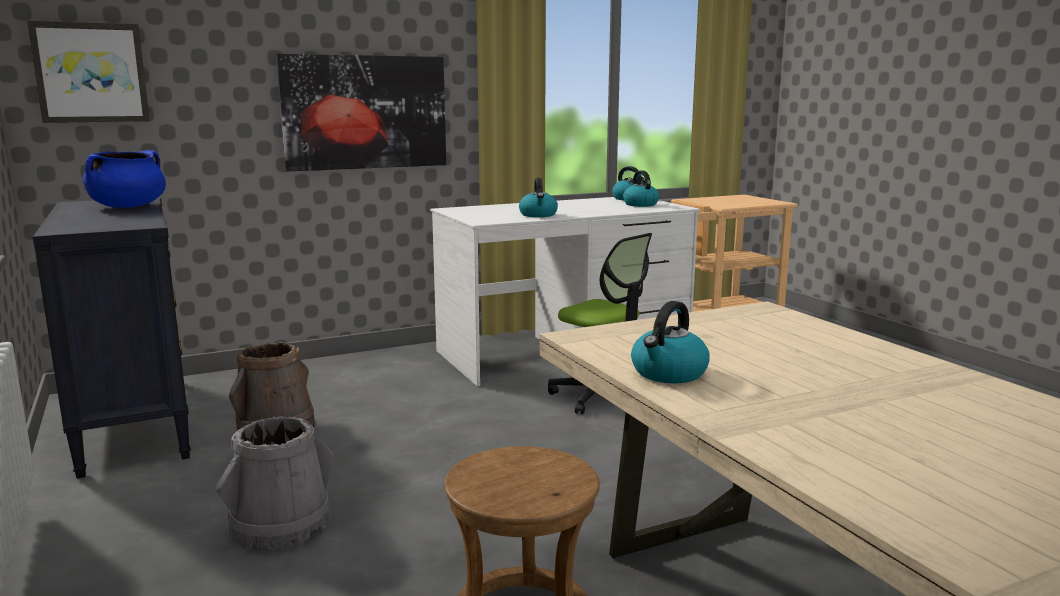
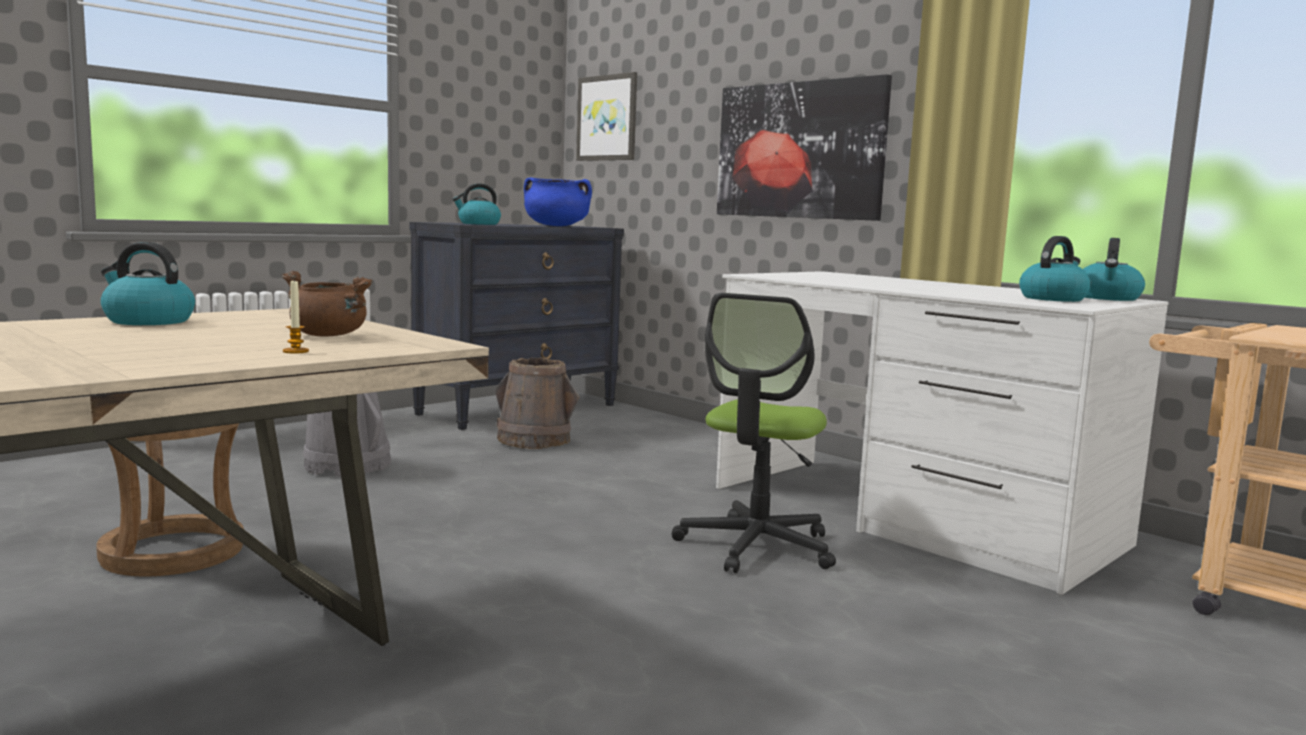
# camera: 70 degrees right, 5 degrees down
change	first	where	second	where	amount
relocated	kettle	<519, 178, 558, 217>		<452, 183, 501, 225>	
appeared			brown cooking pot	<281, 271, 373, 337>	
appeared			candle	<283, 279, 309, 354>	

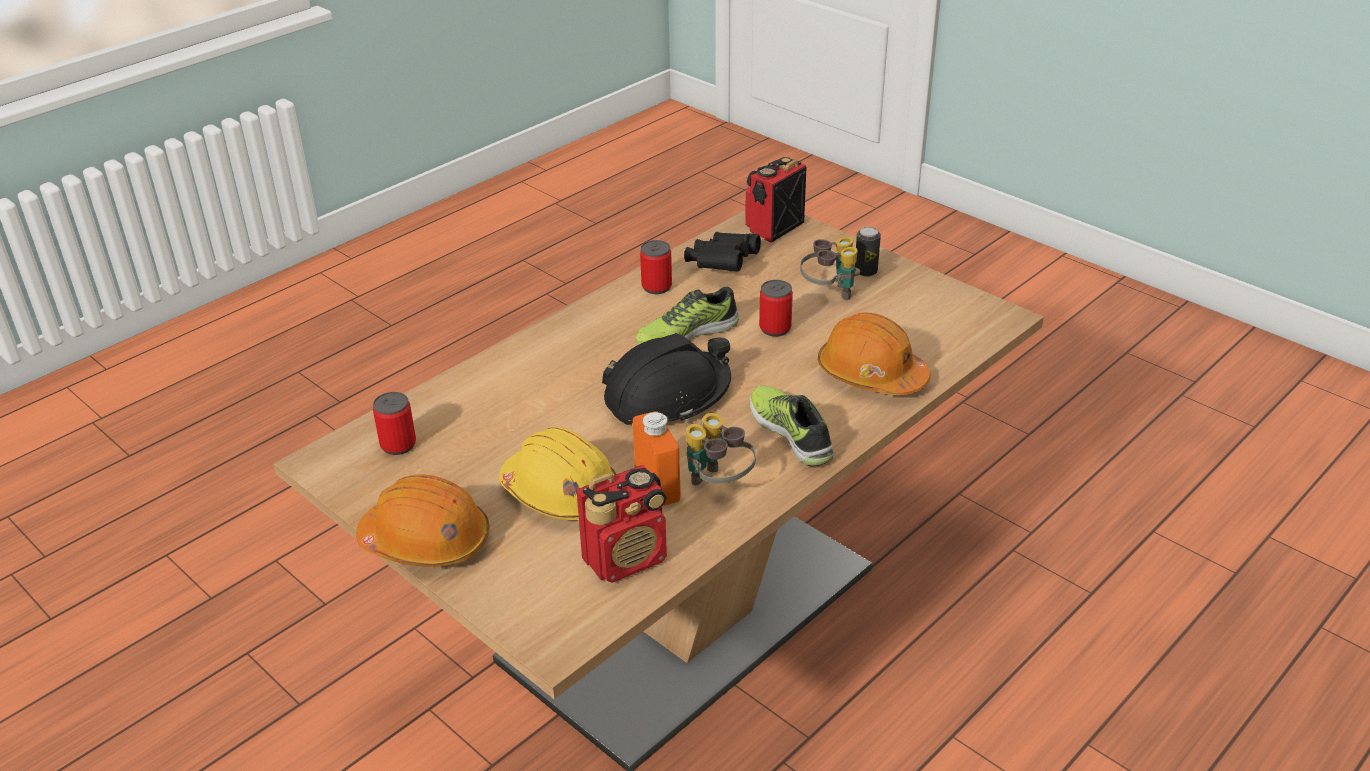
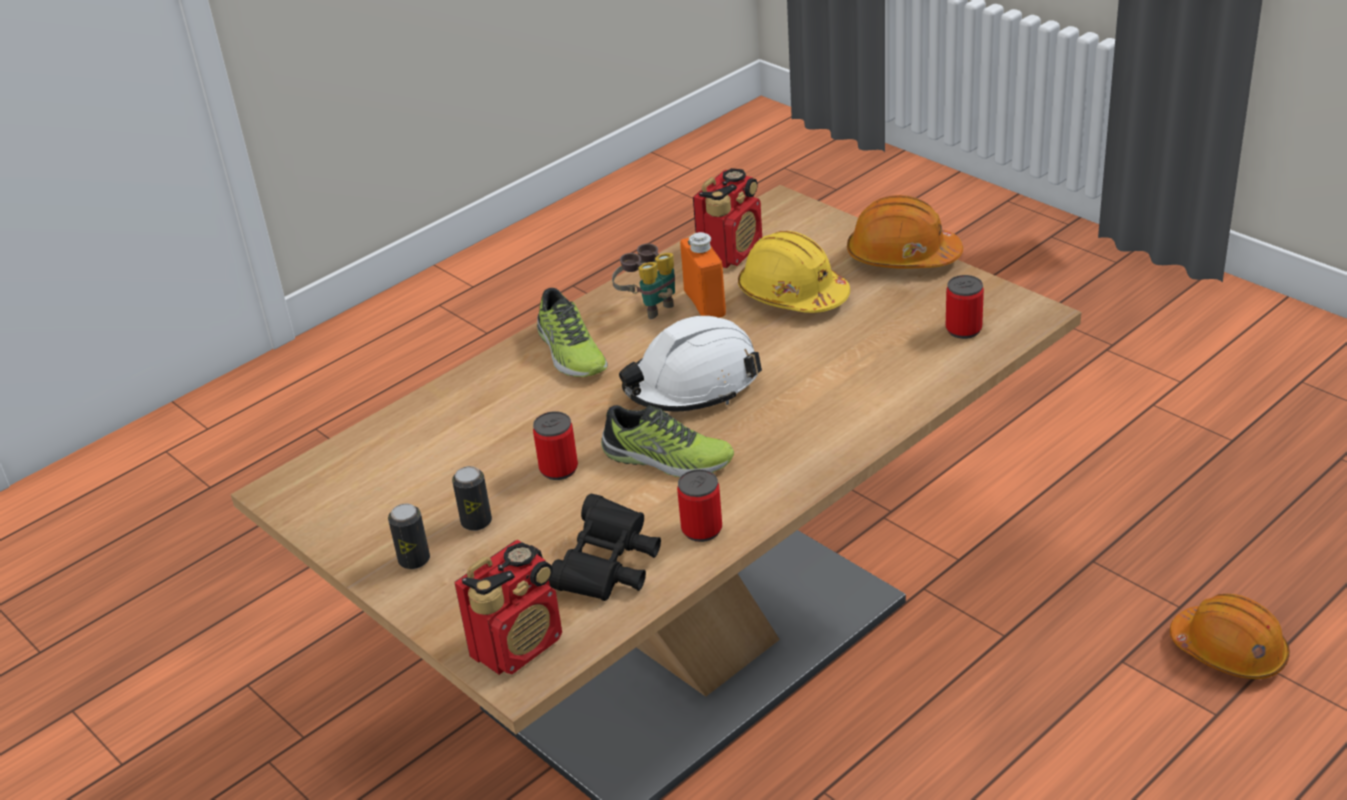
# camera: 175 degrees left, 0 degrees up
change	first	where	second	where	amount
spun	radio	<577, 465, 667, 583>		<693, 168, 762, 268>	150 degrees clockwise
colour	black hard hat	<602, 333, 731, 425>	white hard hat	<619, 316, 762, 411>	
spun	shoe	<636, 287, 739, 344>		<601, 405, 734, 477>	45 degrees clockwise
exchanged	binoculars	<800, 237, 860, 300>	can	<452, 466, 492, 531>	
relocated	orange hard hat	<818, 313, 931, 395>		<1170, 594, 1290, 679>	

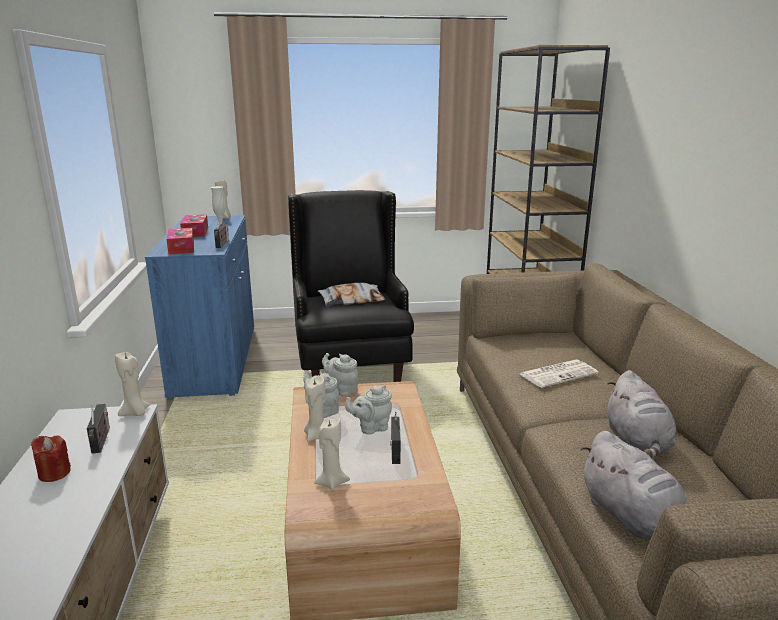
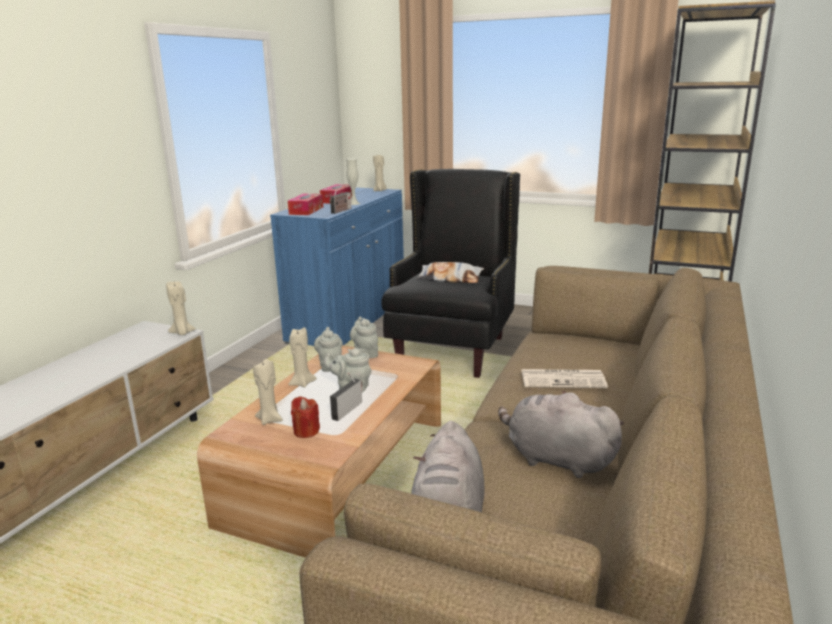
# camera: 30 degrees right, 0 degrees up
change	first	where	second	where	amount
relocated	red candle	<31, 435, 71, 482>		<291, 396, 320, 438>	
missing	radio	<87, 404, 110, 454>			
spun	grey plush toy	<608, 370, 676, 458>		<498, 390, 624, 478>	90 degrees clockwise

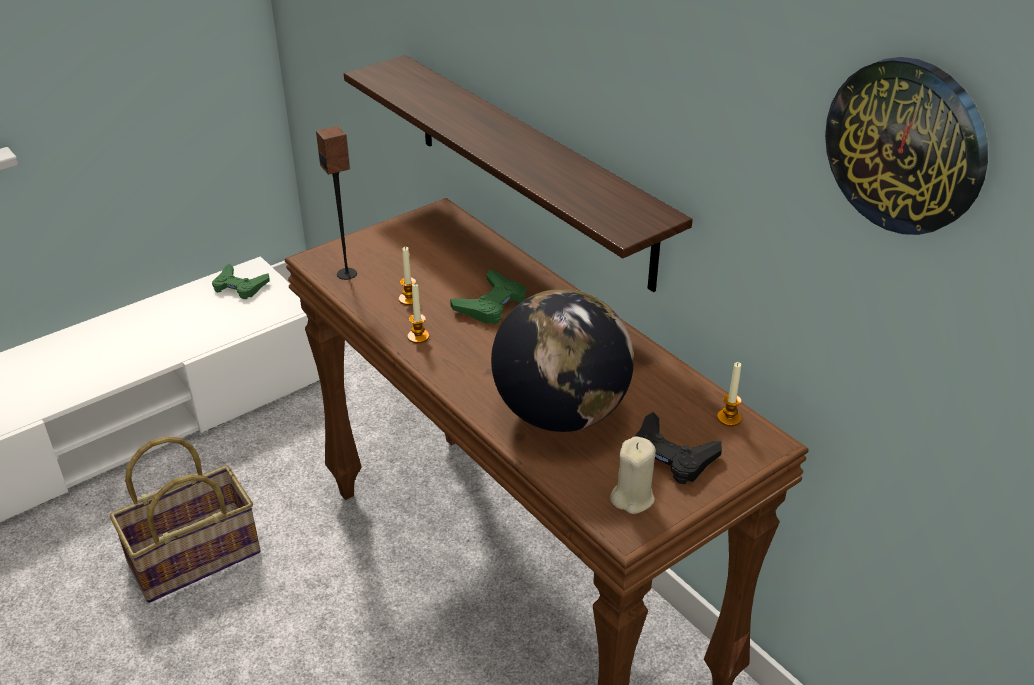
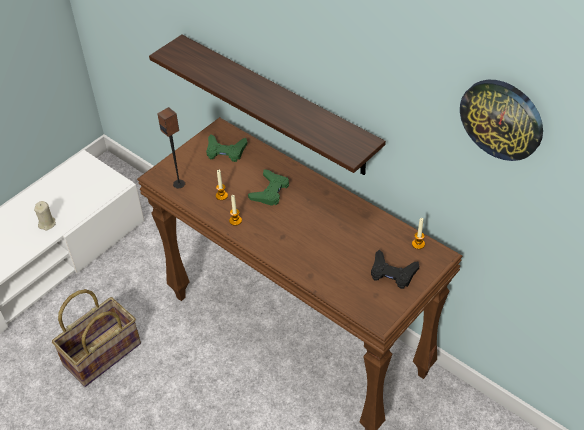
# camera: 10 degrees left, 10 degrees up
change	first	where	second	where	amount
relocated	green game controller	<212, 264, 269, 299>		<206, 134, 248, 162>	
missing	globe	<491, 289, 634, 432>			
relocated	beige candle	<610, 436, 656, 514>		<34, 201, 56, 230>	

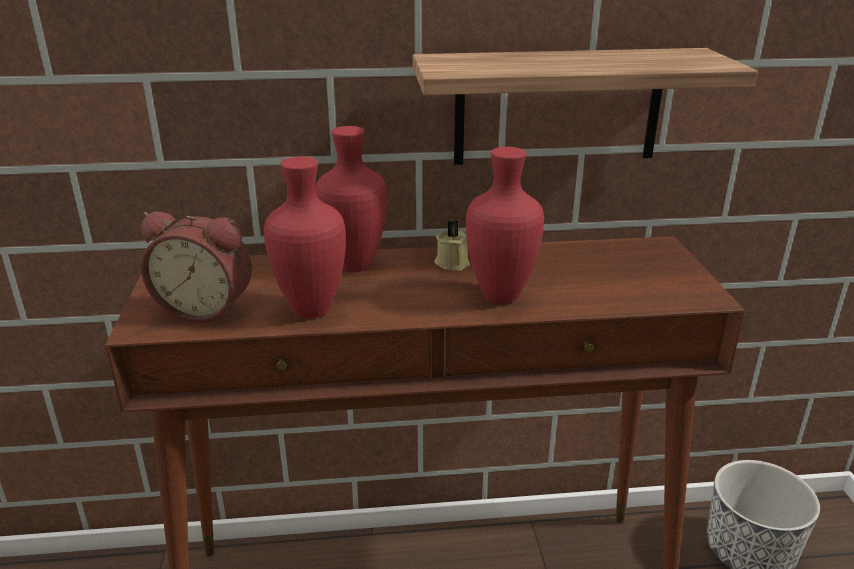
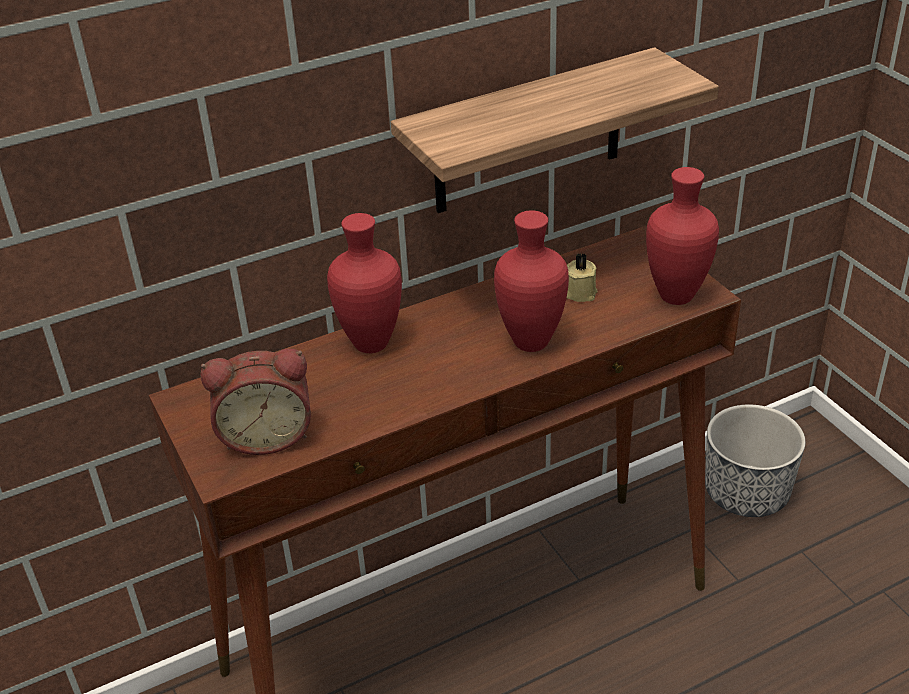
# camera: 20 degrees left, 10 degrees up
change	first	where	second	where	amount
relocated	red vase	<264, 156, 346, 318>		<646, 167, 719, 305>	
relocated	beige candle	<435, 220, 470, 271>		<567, 253, 598, 302>	

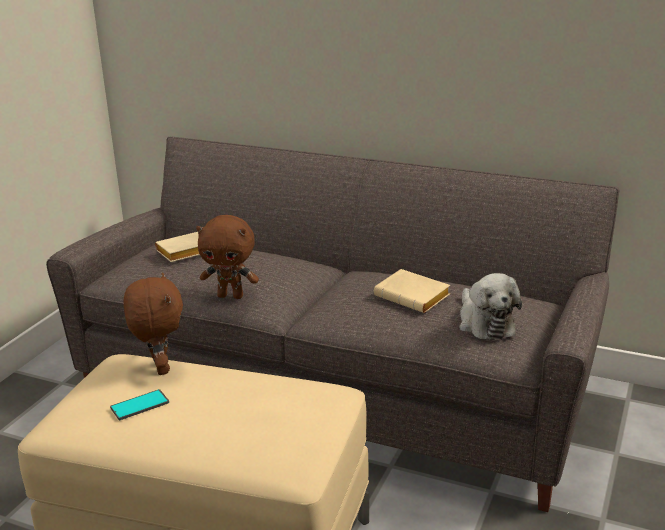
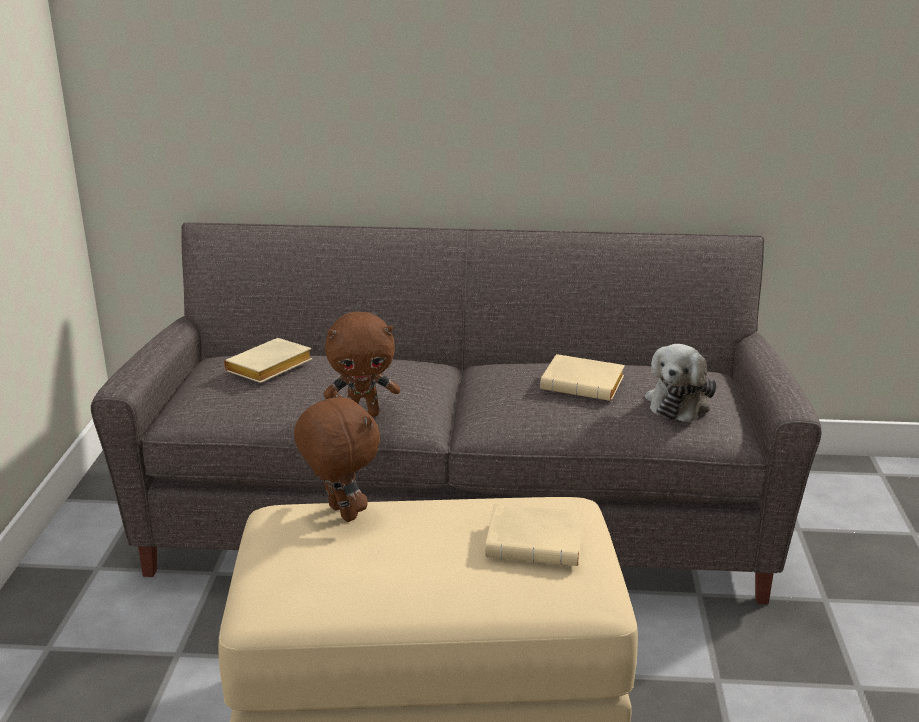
# camera: 20 degrees left, 0 degrees up
change	first	where	second	where	amount
missing	phone	<110, 389, 169, 420>			
spun	plush toy	<459, 273, 522, 341>		<645, 344, 717, 423>	60 degrees clockwise
appeared			beige book	<485, 504, 583, 566>	

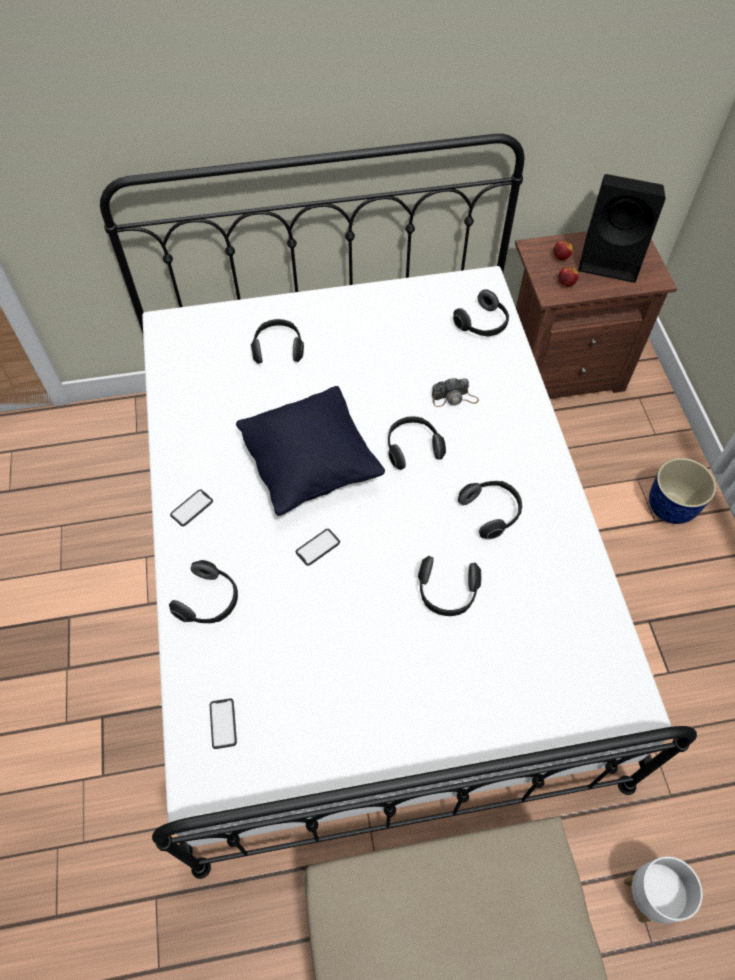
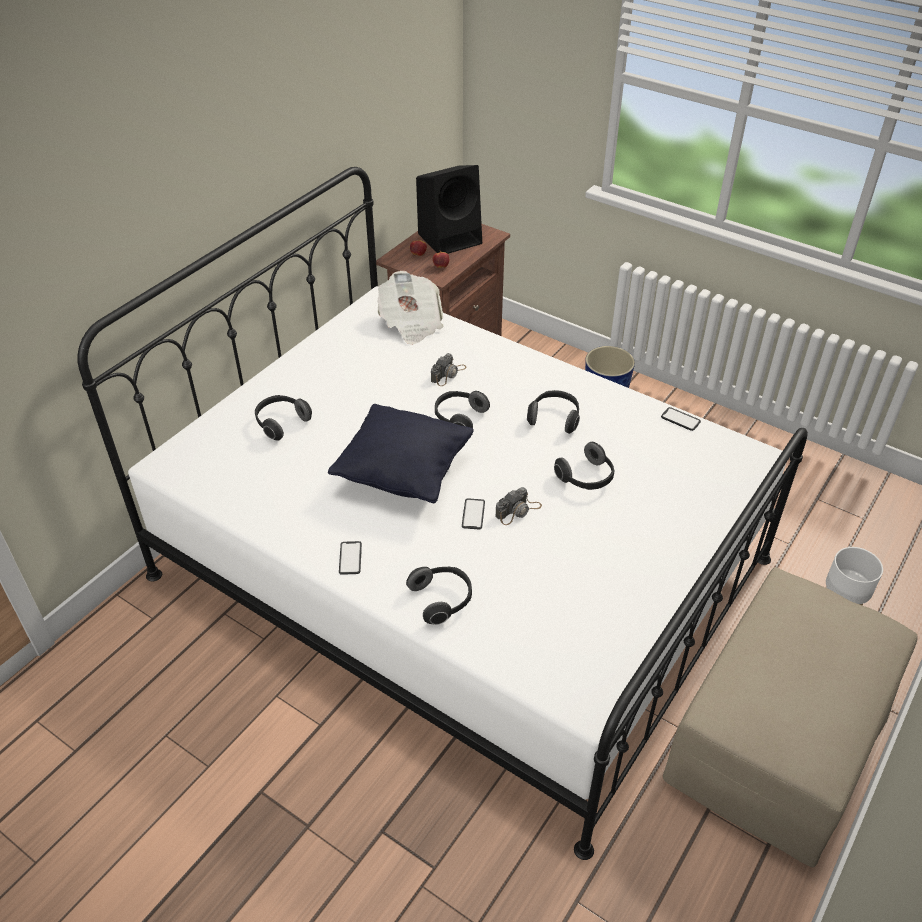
# camera: 45 degrees left, 15 degrees down
change	first	where	second	where	amount
relocated	phone	<210, 698, 237, 749>		<661, 407, 701, 431>	
exchanged	headphones	<453, 289, 509, 337>	newspaper	<377, 271, 443, 345>	
appeared			photo camera	<495, 487, 542, 525>	

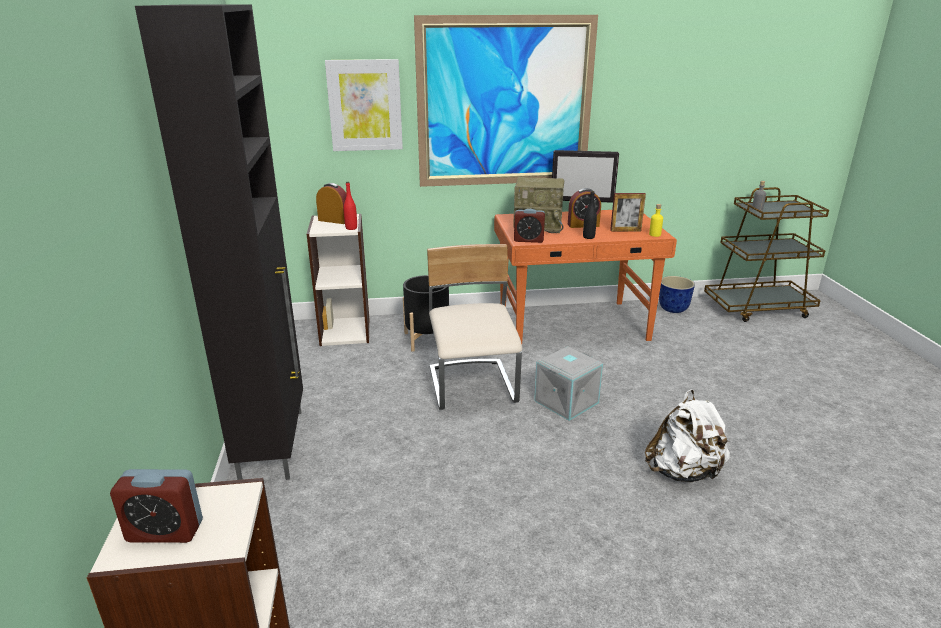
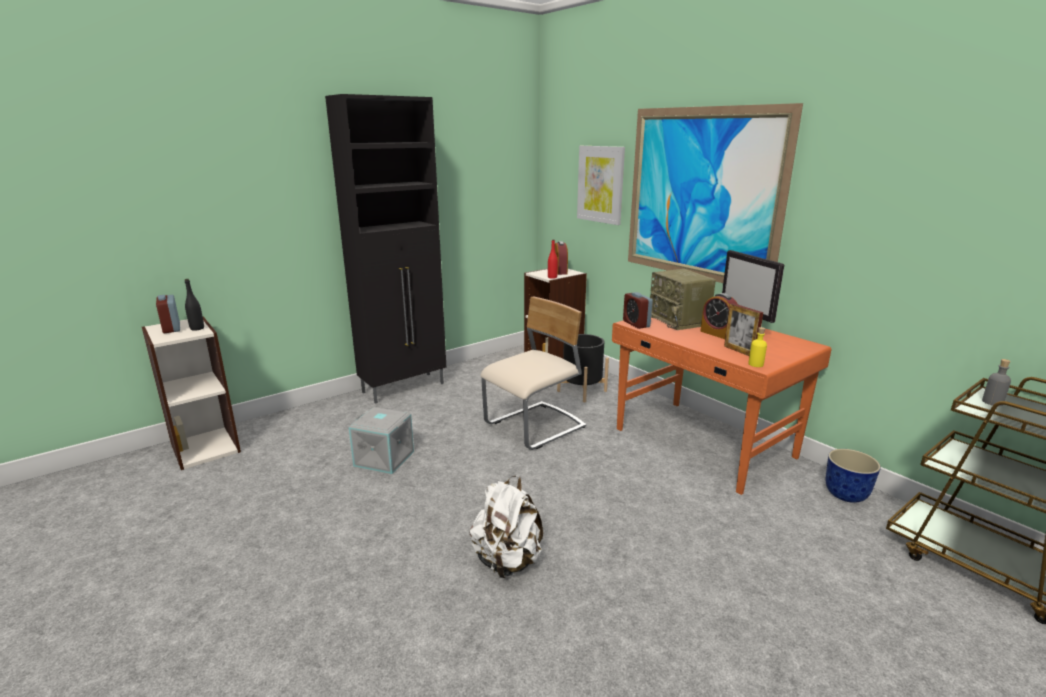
# camera: 60 degrees right, 5 degrees down
change	first	where	second	where	amount
relocated	grey storage box	<534, 346, 603, 421>		<349, 407, 414, 474>	
relocated	black bottle	<583, 191, 597, 239>		<185, 279, 204, 331>	

